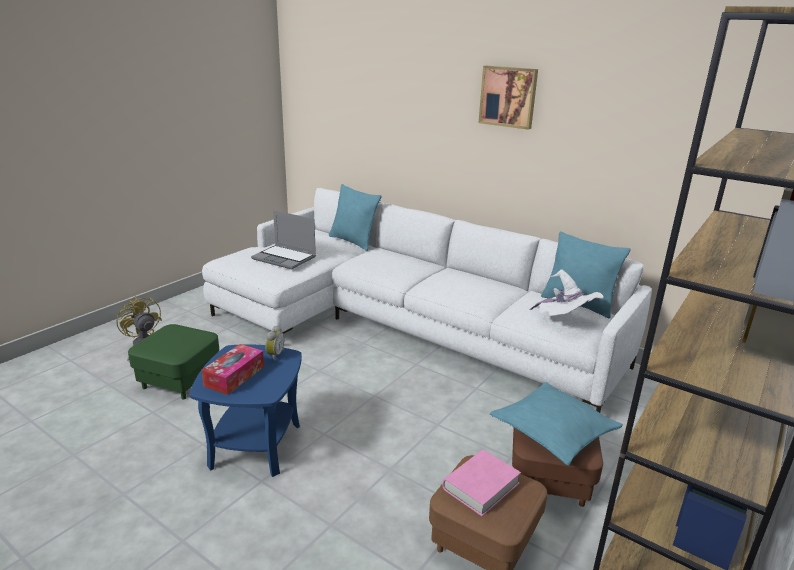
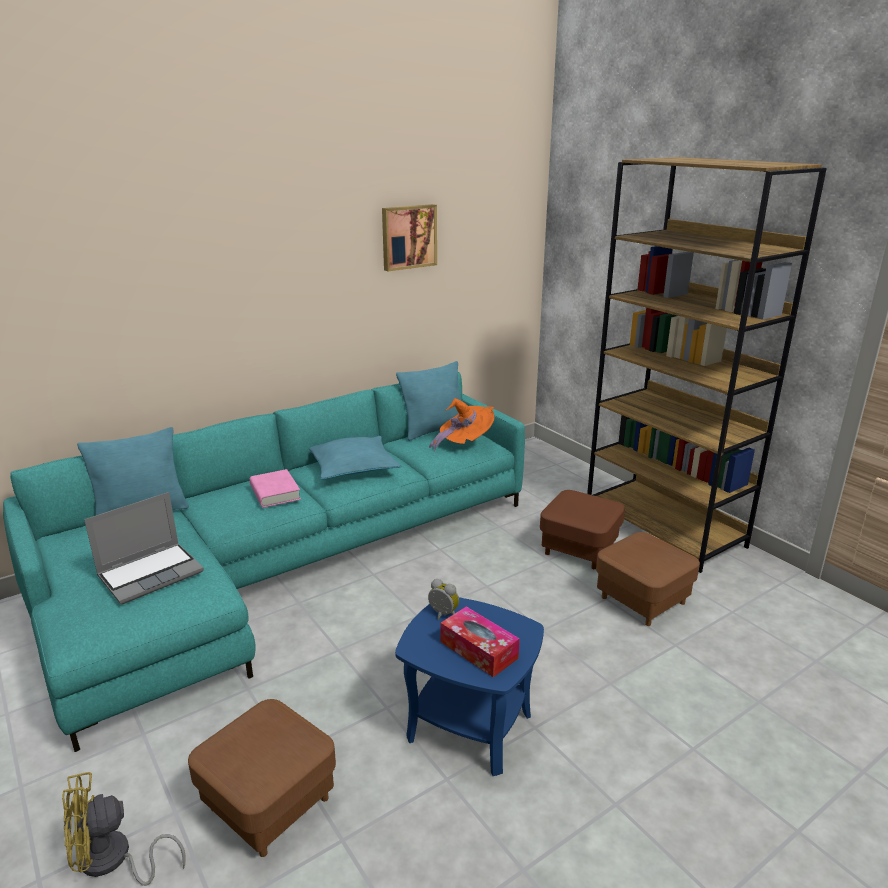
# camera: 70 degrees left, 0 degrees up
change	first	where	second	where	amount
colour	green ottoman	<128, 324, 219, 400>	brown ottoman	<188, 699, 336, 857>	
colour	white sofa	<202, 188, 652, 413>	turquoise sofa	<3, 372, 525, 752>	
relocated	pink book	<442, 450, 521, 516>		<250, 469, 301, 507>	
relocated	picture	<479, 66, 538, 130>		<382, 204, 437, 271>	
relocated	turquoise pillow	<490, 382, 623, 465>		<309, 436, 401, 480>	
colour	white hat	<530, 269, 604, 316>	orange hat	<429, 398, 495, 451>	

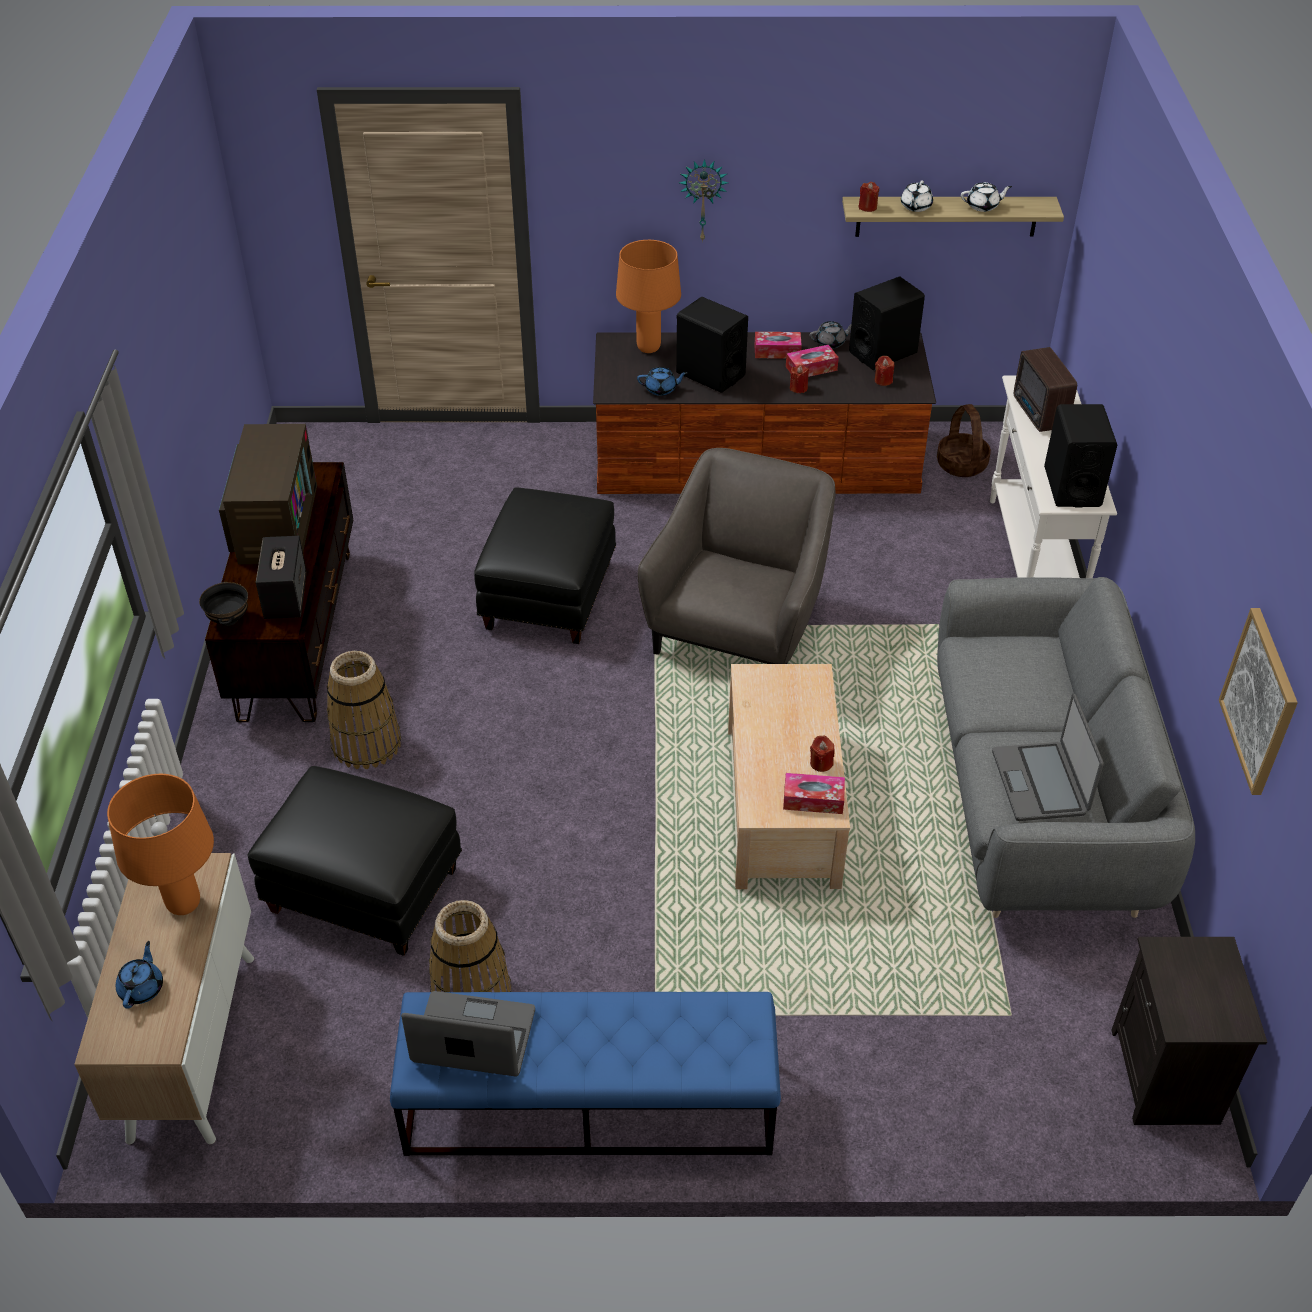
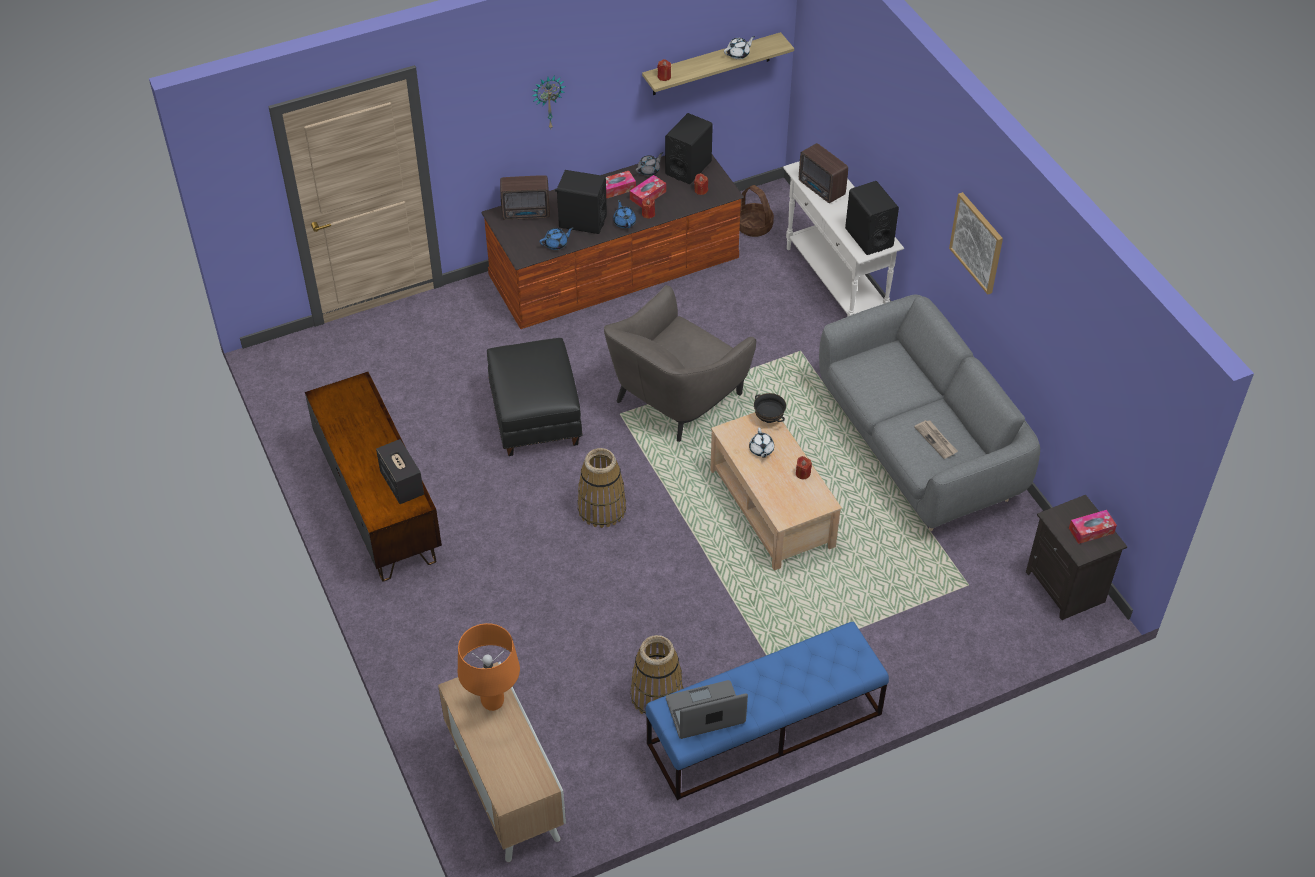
# camera: 25 degrees left, 5 degrees up
change	first	where	second	where	amount
relocated	blue teapot	<116, 941, 163, 1009>		<613, 200, 636, 228>	
relocated	black bowl	<199, 582, 248, 626>		<754, 393, 786, 423>	
missing	television	<219, 424, 317, 565>			
missing	black ottoman	<248, 766, 462, 956>			
relocated	basket	<327, 651, 401, 769>		<578, 448, 626, 528>	
exchanged	orange table lamp	<616, 240, 681, 353>	radio	<500, 175, 550, 220>	
spun	grey armchair	<638, 448, 836, 664>		<604, 285, 756, 442>	135 degrees counterclockwise
relocated	tissue box	<783, 773, 845, 814>		<1069, 510, 1117, 544>	
relocated	white teapot	<901, 180, 933, 212>		<749, 428, 774, 458>	
exchanged	laptop	<992, 694, 1104, 821>	newspaper	<914, 420, 958, 459>	
relocated	picture	<1219, 608, 1298, 795>		<949, 192, 1003, 295>	

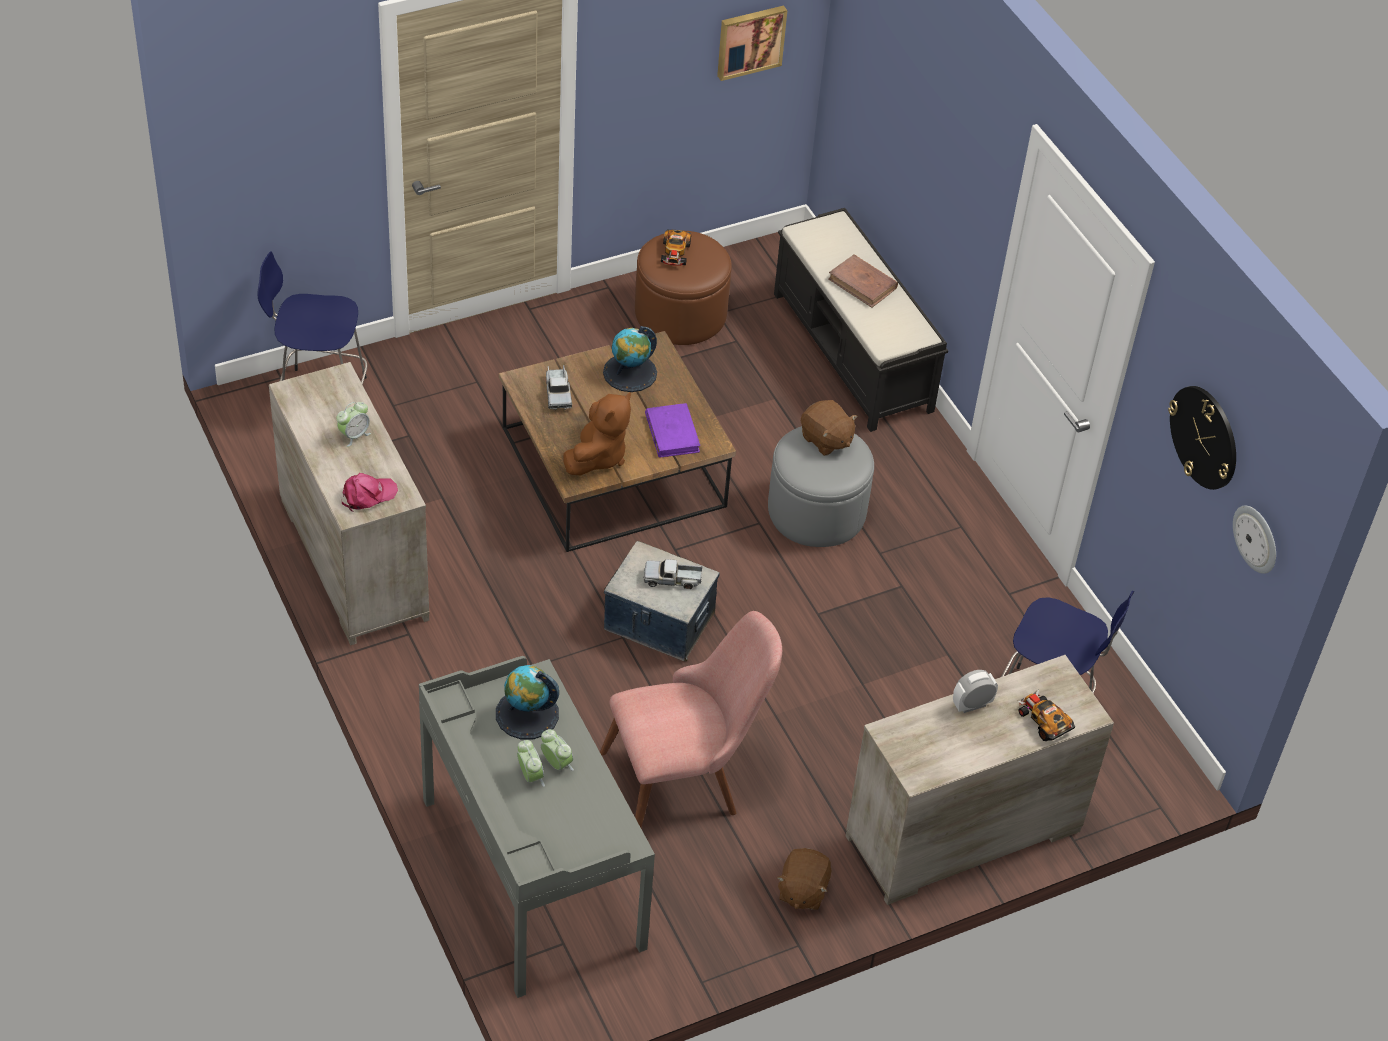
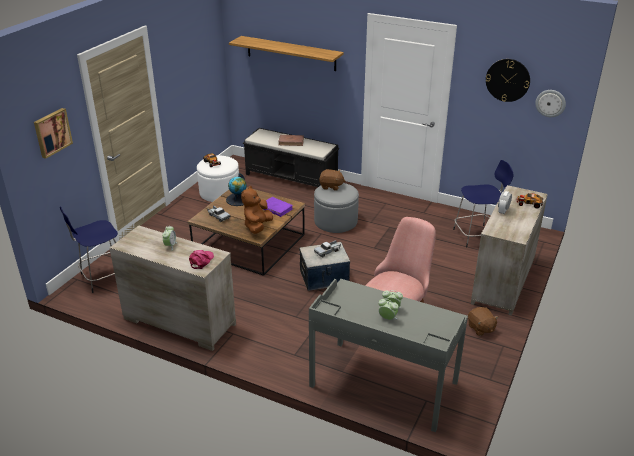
# camera: 35 degrees left, 15 degrees down
change	first	where	second	where	amount
missing	globe	<496, 665, 559, 739>			
spun	brown plush toy	<563, 392, 631, 475>		<241, 186, 273, 234>	150 degrees counterclockwise
colour	brown ottoman	<635, 231, 732, 345>	white ottoman	<197, 156, 239, 202>	
relocated	picture	<717, 6, 787, 81>		<34, 108, 73, 159>	
appeared			shelf	<229, 36, 344, 71>	

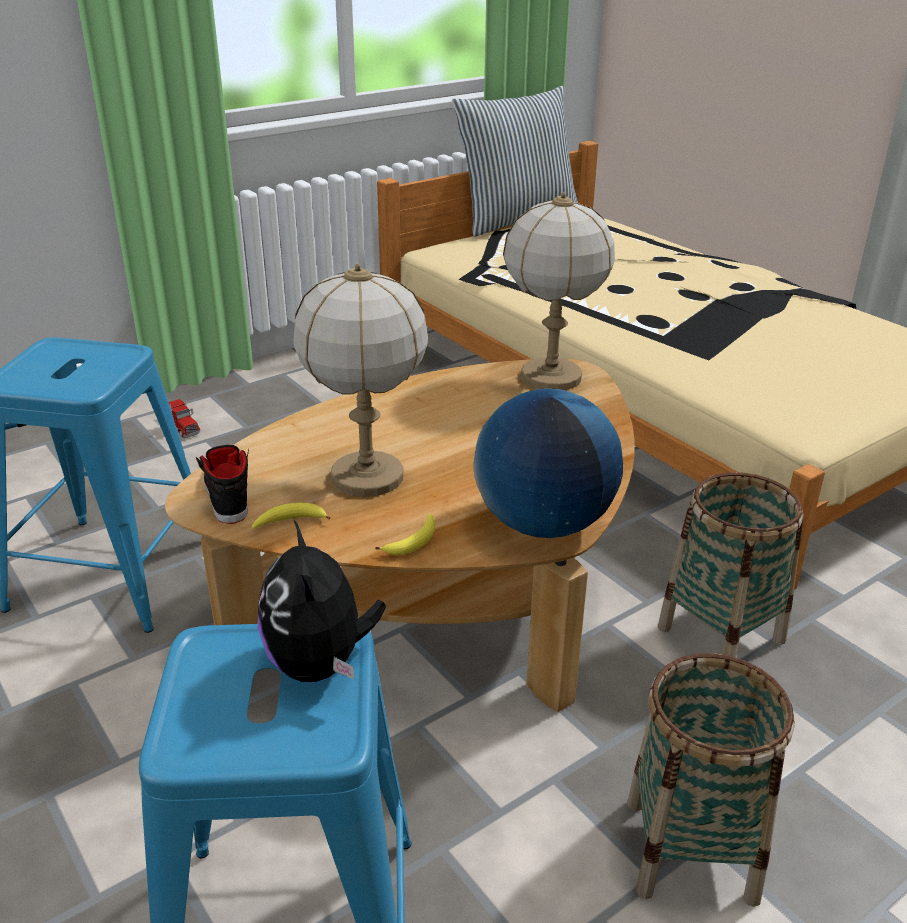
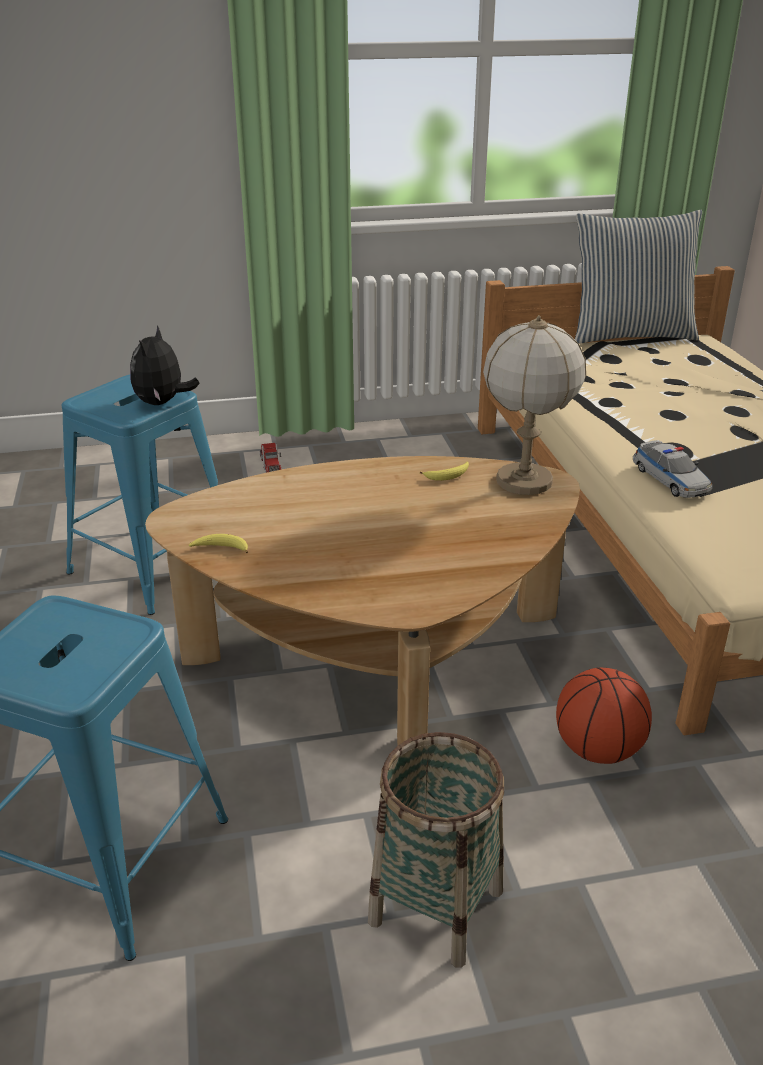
# camera: 25 degrees right, 0 degrees up
change	first	where	second	where	amount
missing	black shoe	<196, 445, 249, 524>			
relocated	plush toy	<258, 520, 386, 682>		<130, 325, 200, 405>	
missing	table lamp	<293, 263, 428, 497>			
relocated	banana	<375, 513, 435, 555>		<420, 462, 469, 481>	
missing	globe	<473, 388, 623, 538>			
exchanged	basket	<658, 472, 804, 658>	basketball	<556, 668, 652, 764>	
appeared			toy car	<633, 440, 712, 498>	

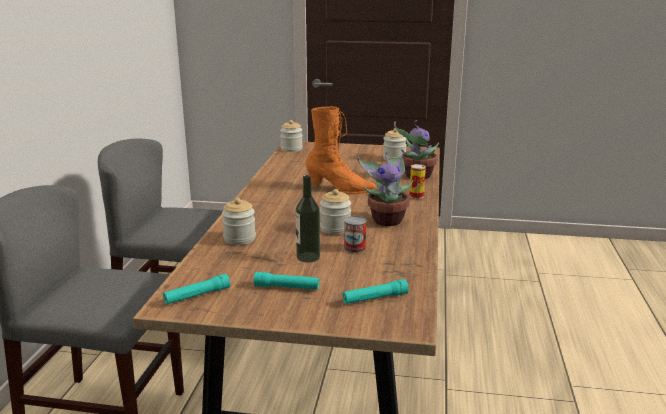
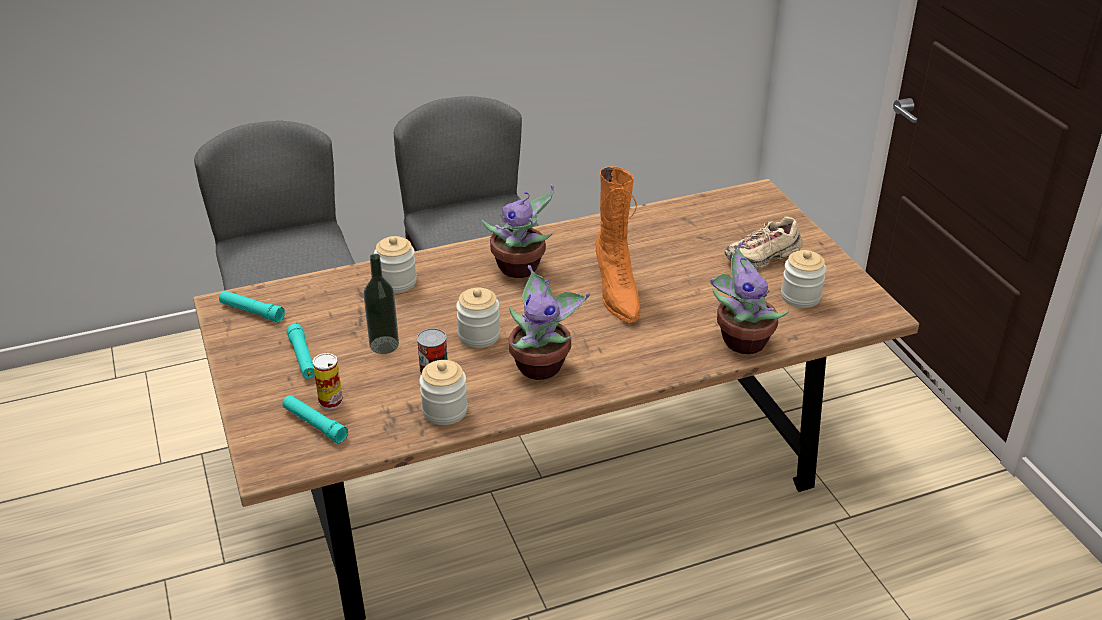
# camera: 60 degrees right, 15 degrees up
change	first	where	second	where	amount
relocated	jar	<280, 120, 303, 152>		<419, 360, 468, 425>	
relocated	can	<409, 164, 426, 199>		<313, 353, 343, 409>	
appeared			potted plant	<482, 184, 554, 278>	
appeared			beige shoe	<724, 216, 803, 269>	

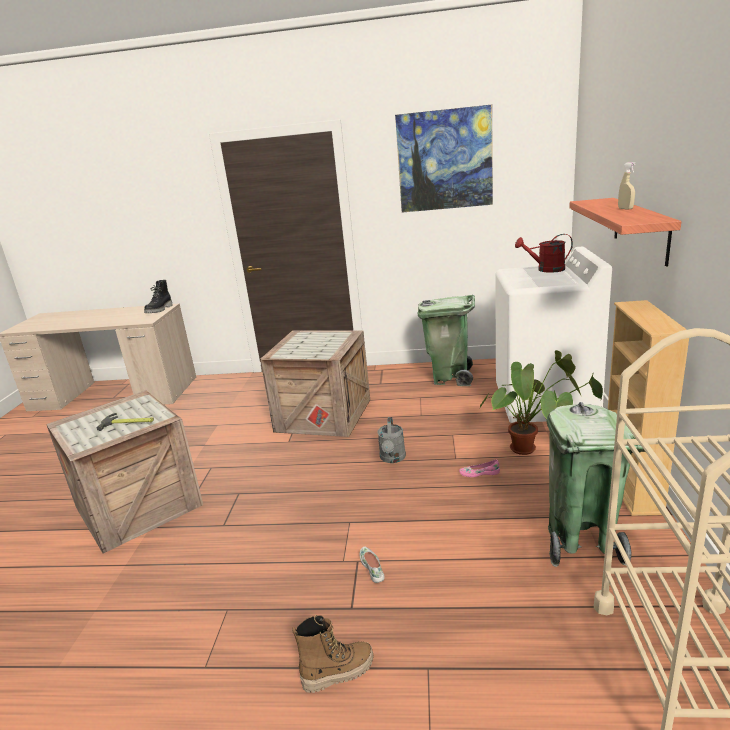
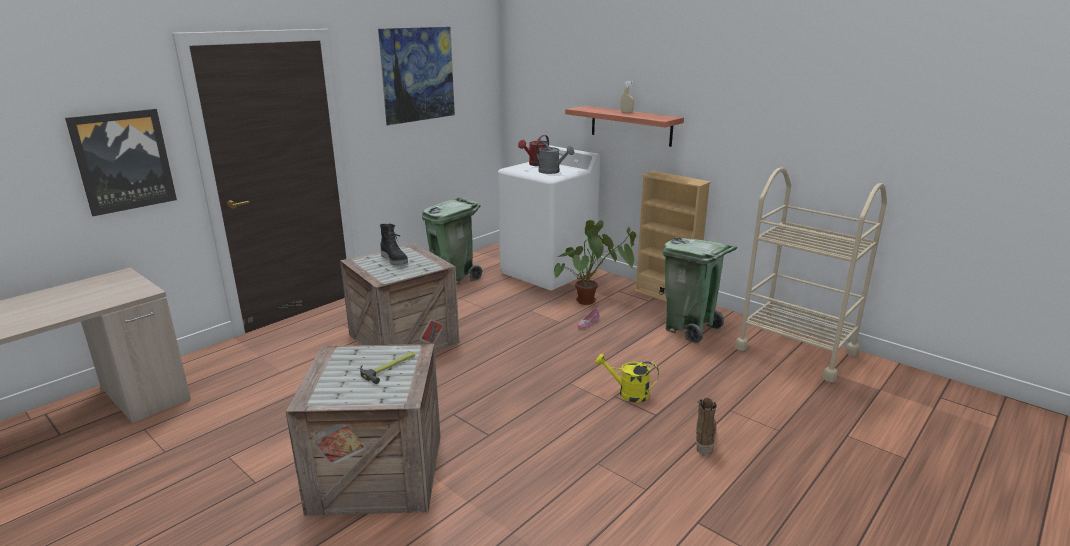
# camera: 55 degrees left, 0 degrees up
change	first	where	second	where	amount
relocated	black boot	<144, 280, 173, 313>		<380, 224, 408, 265>	
exchanged	white shoe	<359, 547, 385, 583>	yellow watering can	<595, 354, 659, 403>	
relocated	grey watering can	<377, 417, 406, 463>		<536, 141, 574, 174>	
appeared			picture	<65, 109, 177, 216>	

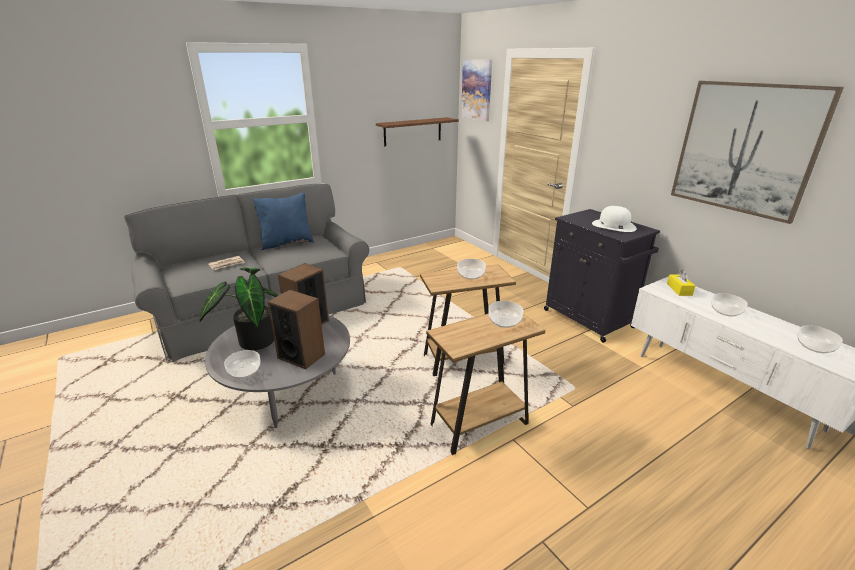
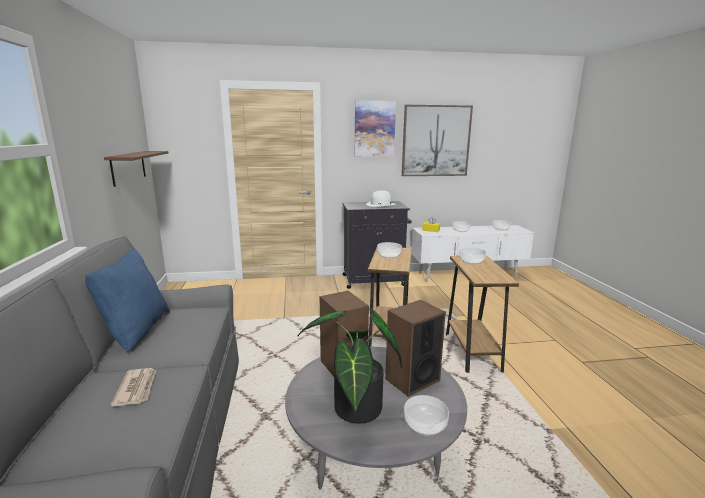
# camera: 65 degrees left, 10 degrees down
change	first	where	second	where	amount
relocated	picture	<461, 59, 492, 121>		<355, 100, 396, 157>	

